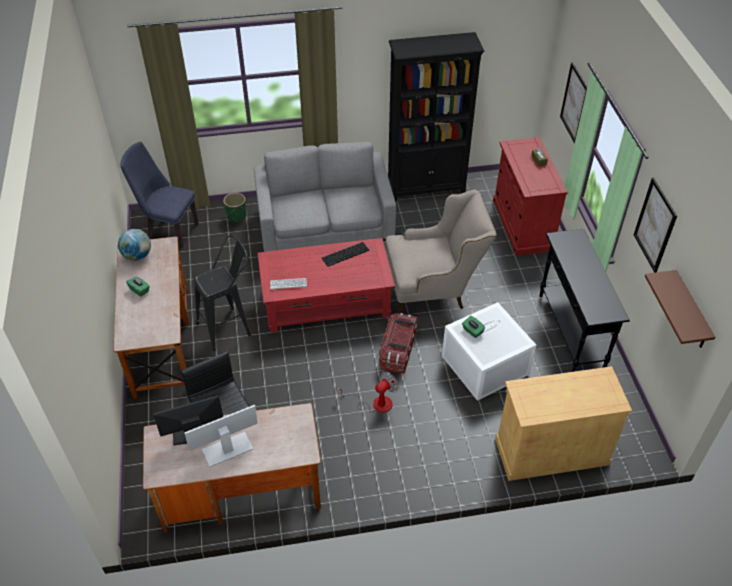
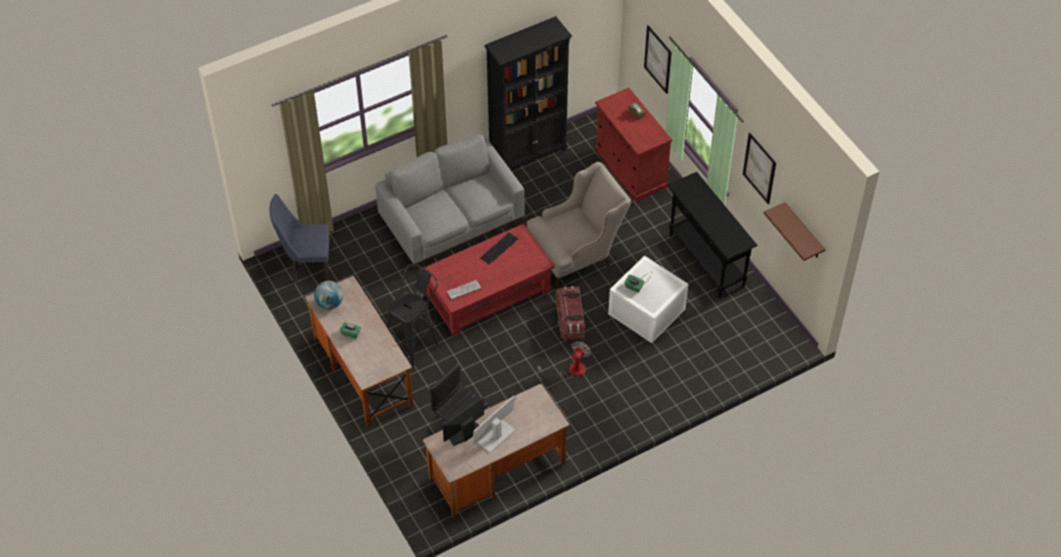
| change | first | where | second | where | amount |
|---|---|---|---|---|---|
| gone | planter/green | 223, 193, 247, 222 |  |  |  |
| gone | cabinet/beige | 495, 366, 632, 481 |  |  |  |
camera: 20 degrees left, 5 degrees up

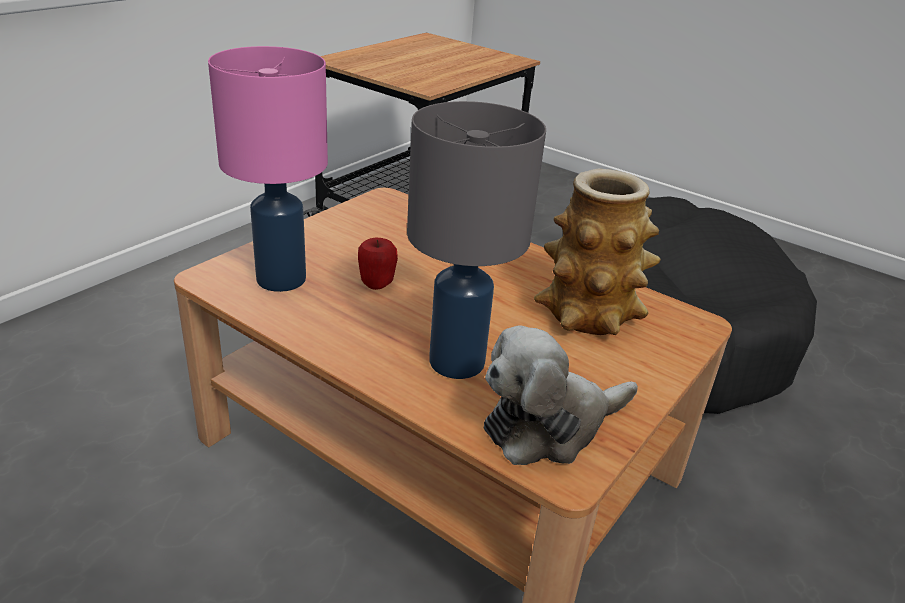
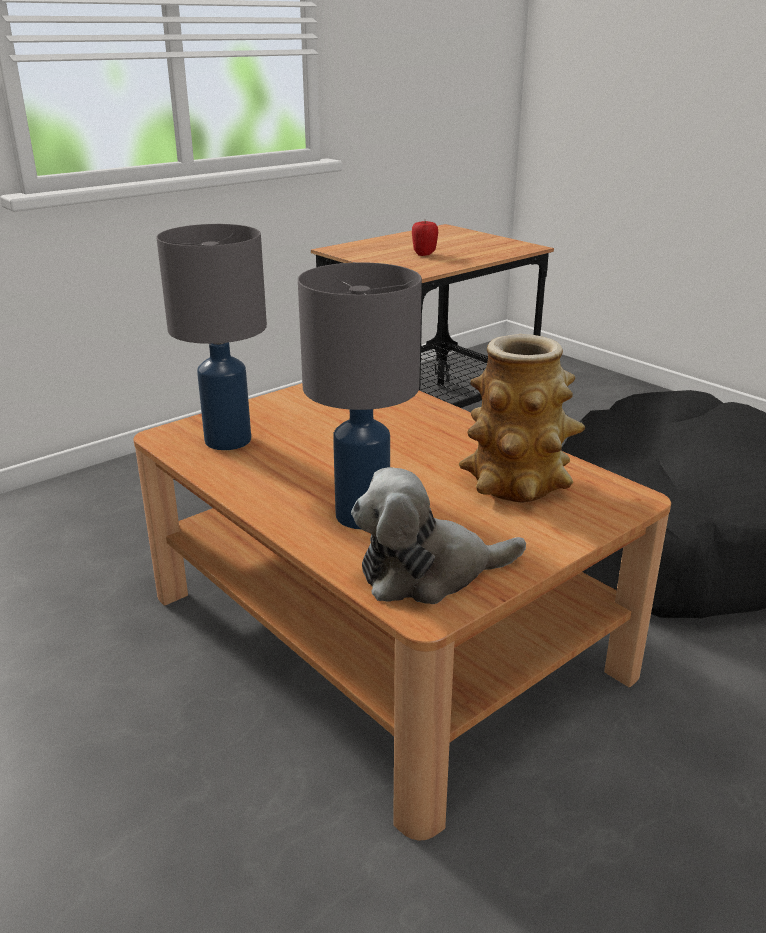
| change | first | where | second | where | amount |
|---|---|---|---|---|---|
| shifted | apple | 358, 238, 398, 290 |  | 412, 221, 438, 256 |  |
| repainted | table lamp/pink | 208, 46, 328, 292 | table lamp/grey | 157, 224, 267, 450 |  |
camera: 15 degrees right, 5 degrees down

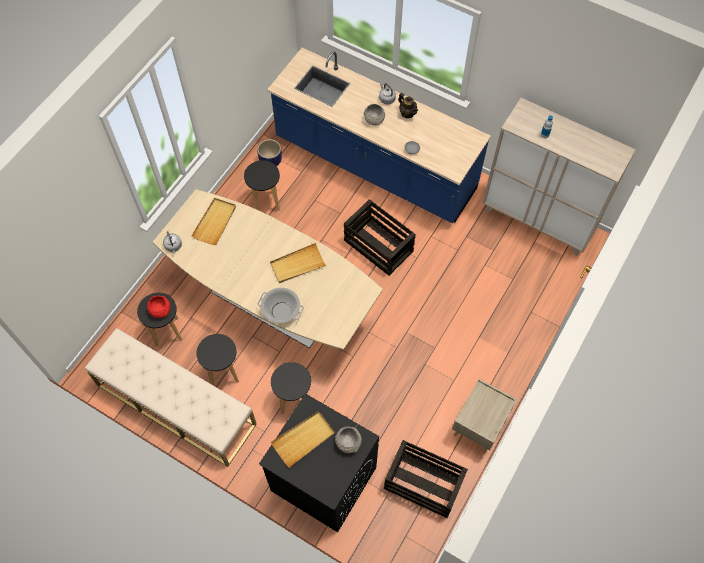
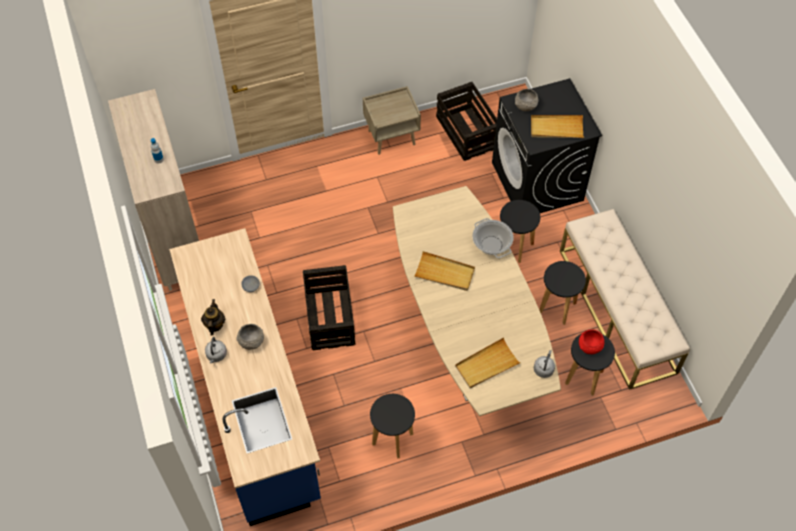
| change | first | where | second | where | amount |
|---|---|---|---|---|---|
| gone | planter | 257, 139, 282, 166 |  |  |  |
camera: 140 degrees left, 5 degrees down

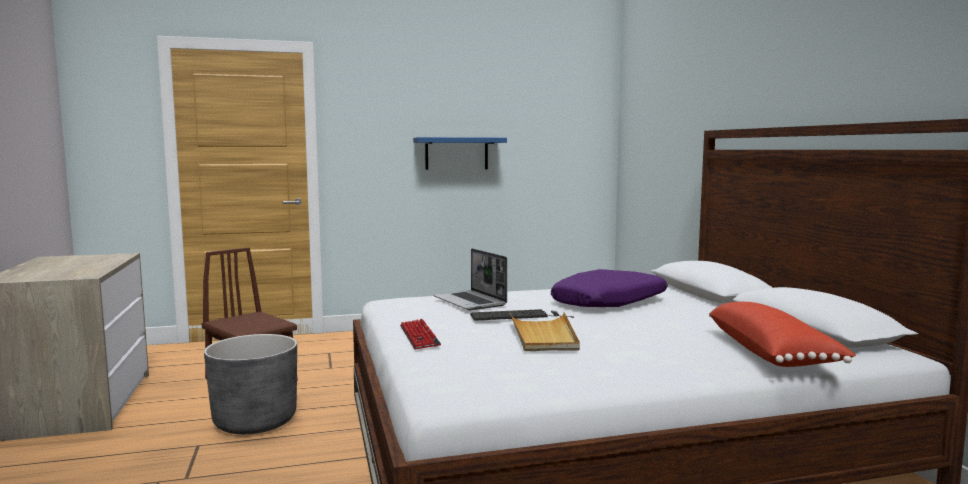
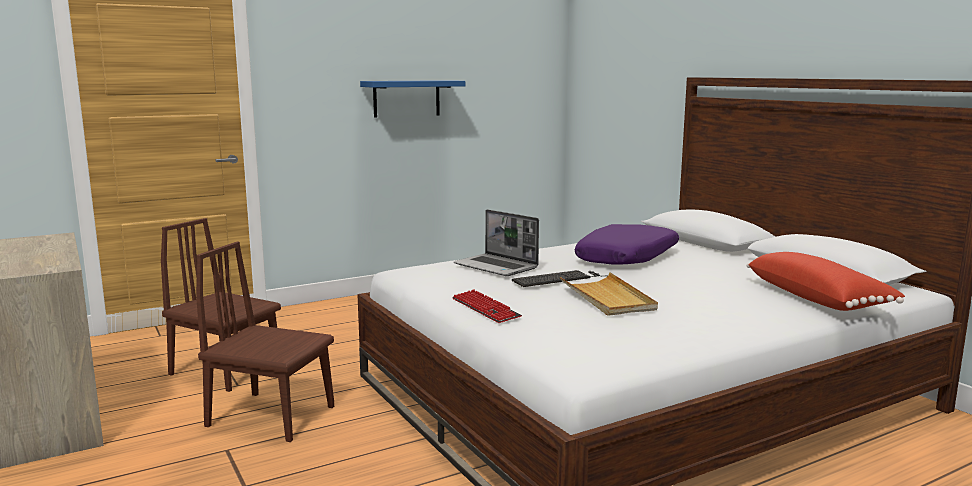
| change | first | where | second | where | amount |
|---|---|---|---|---|---|
| swapped | planter/grey | 204, 334, 297, 434 | chair/brown | 196, 242, 334, 442 |  |
camera: 15 degrees left, 5 degrees up

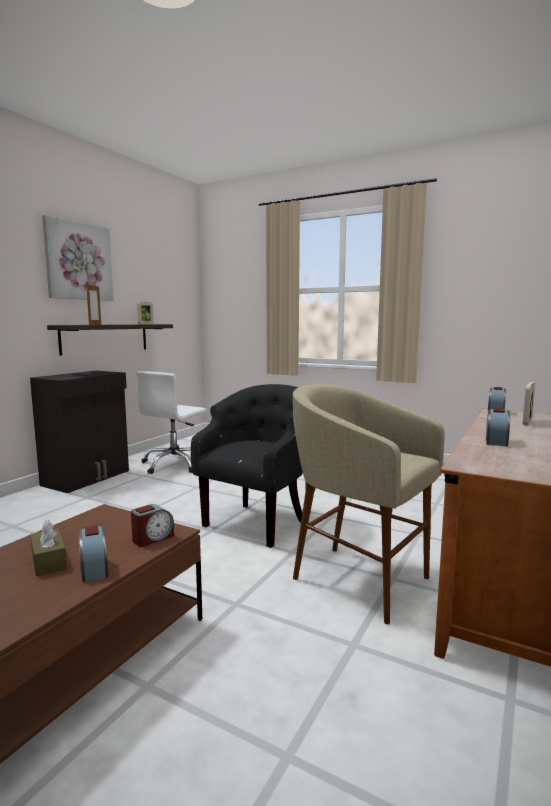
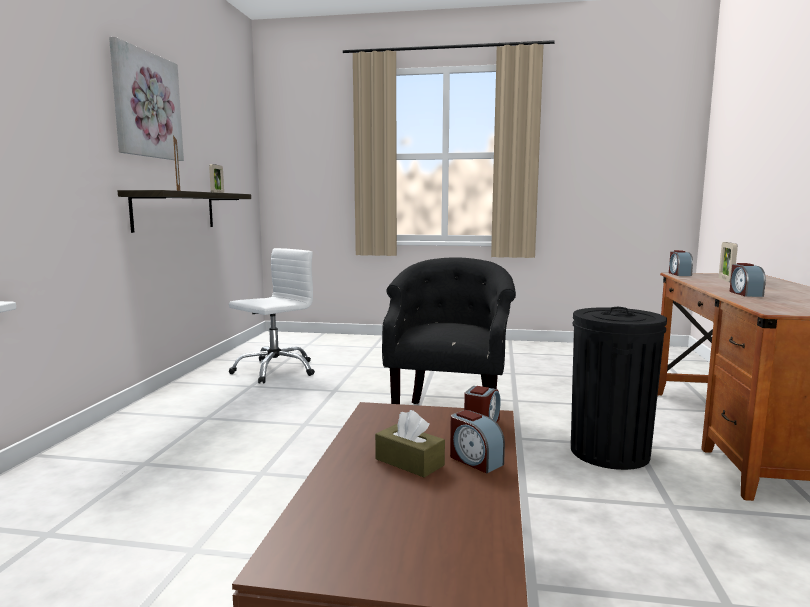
| change | first | where | second | where | amount |
|---|---|---|---|---|---|
| gone | cabinet/black | 30, 370, 129, 493 |  |  |  |
| swapped | stool/beige | 293, 384, 444, 624 | trash can/black | 571, 307, 667, 470 |  |
| rotated | office chair/white | 137, 371, 206, 474 |  | 229, 248, 315, 384 | 150 degrees counterclockwise |
camera: 20 degrees left, 0 degrees up

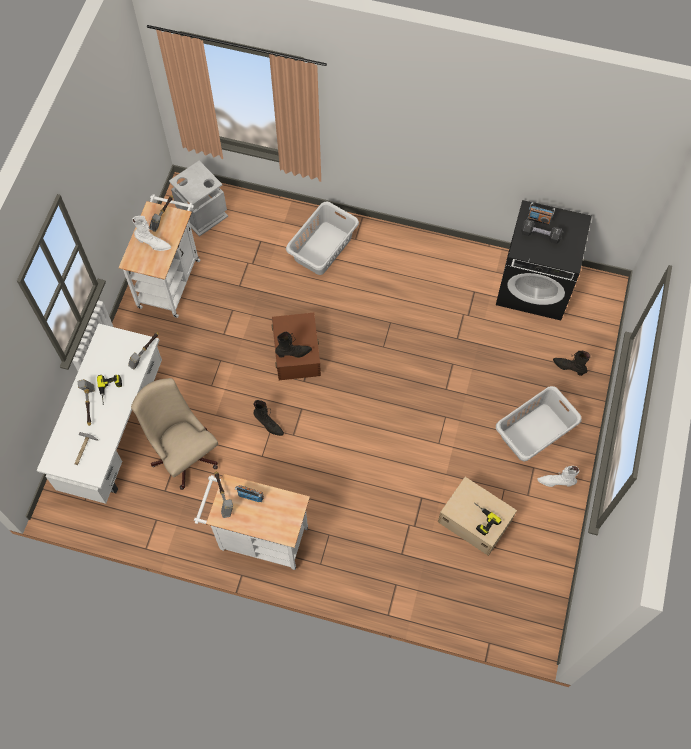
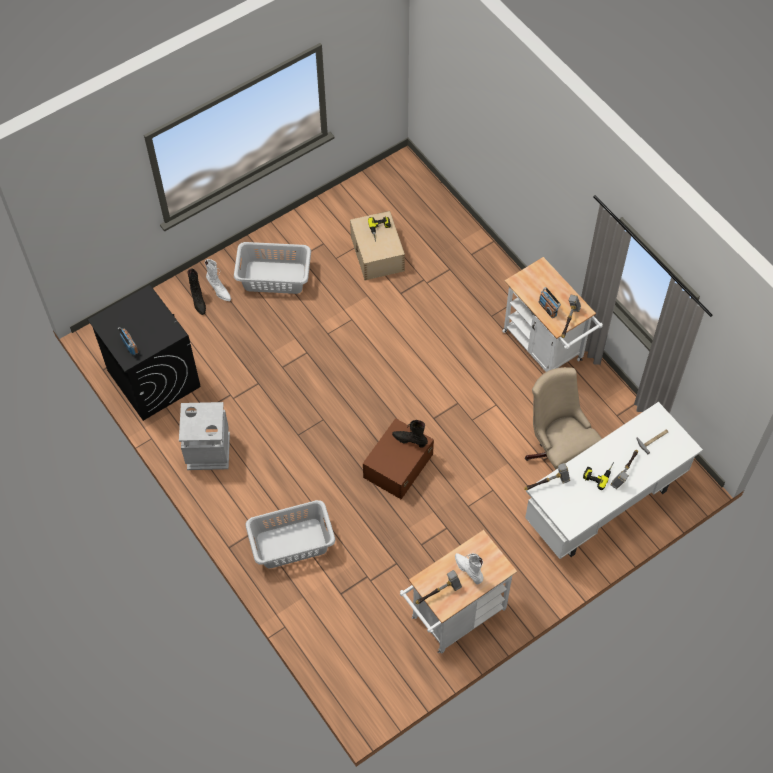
| change | first | where | second | where | amount |
|---|---|---|---|---|---|
| gone | boot/black | 253, 400, 284, 436 |  |  |  |
| gone | dumbbell/black | 521, 219, 563, 244 |  |  |  |
| shifted | trash can/grey | 169, 161, 228, 237 |  | 179, 402, 230, 470 |  |
| shifted | boot/white | 538, 466, 579, 487 |  | 205, 259, 231, 301 |  |
| rotated | office chair/beige | 131, 378, 218, 490 |  | 525, 367, 602, 469 | 150 degrees clockwise |
camera: 140 degrees left, 5 degrees down

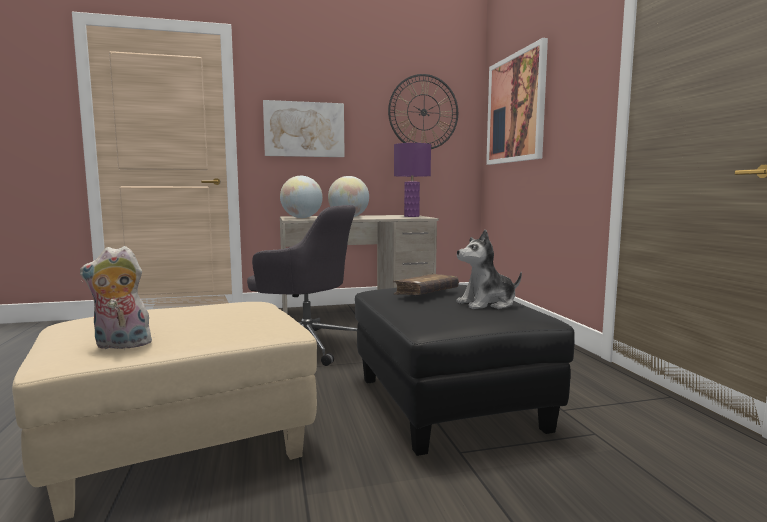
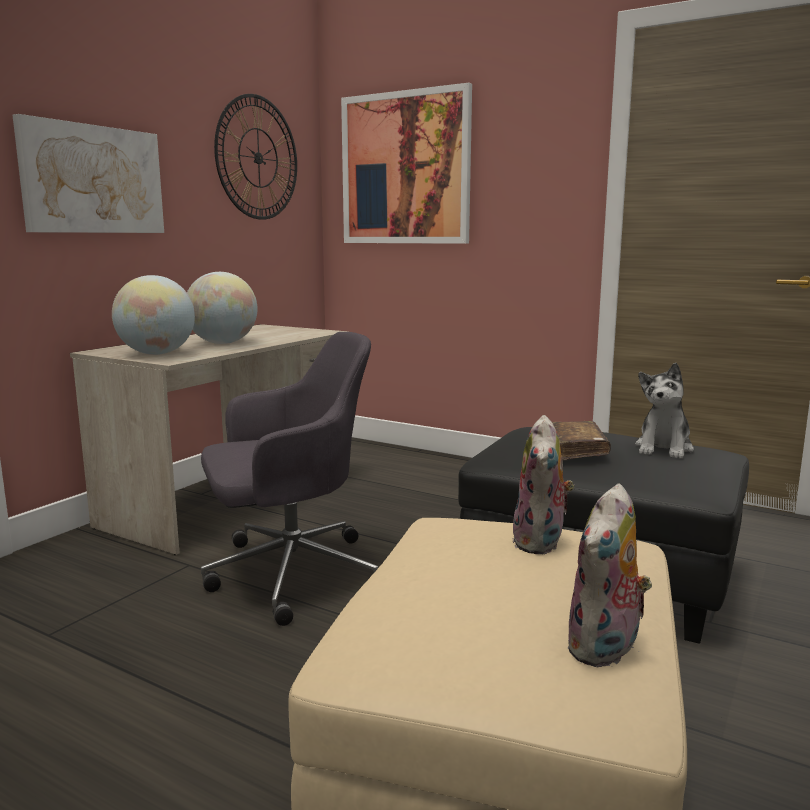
| change | first | where | second | where | amount |
|---|---|---|---|---|---|
| gone | table lamp/purple | 394, 143, 431, 217 |  |  |  |
| new |  |  | plush toy | 512, 415, 574, 555 |  |
camera: 45 degrees left, 5 degrees up

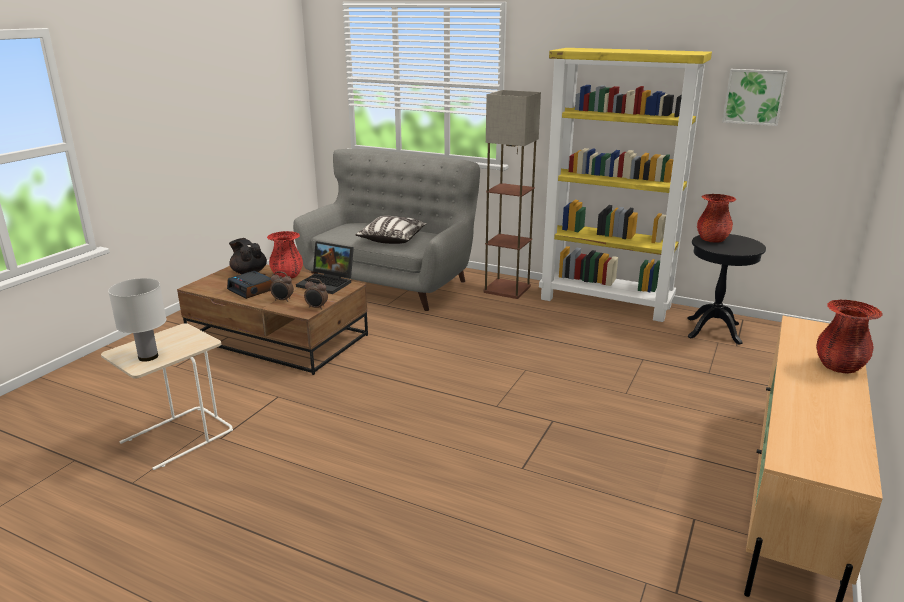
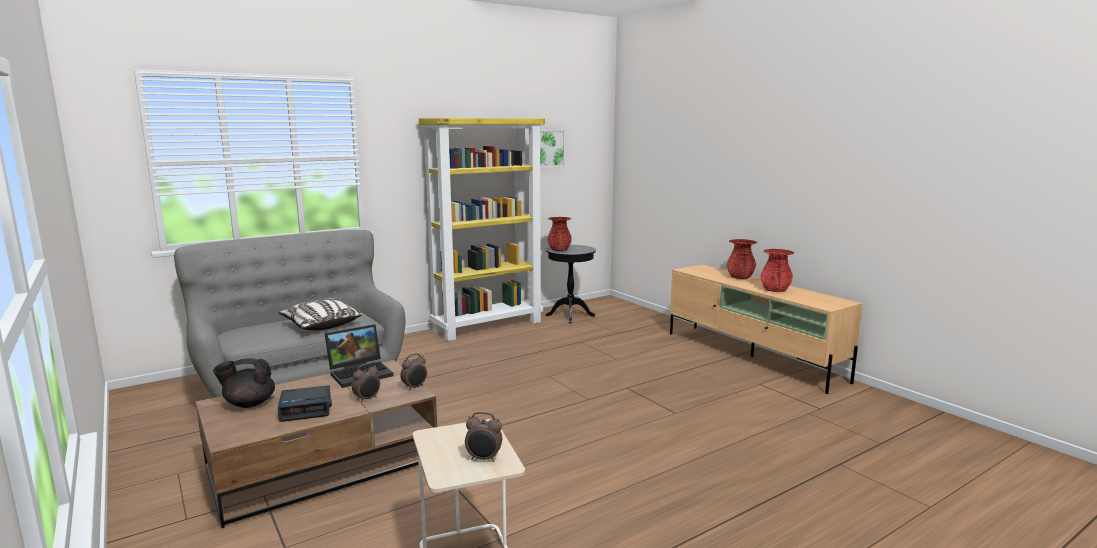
| change | first | where | second | where | amount |
|---|---|---|---|---|---|
| gone | floor lamp | 483, 90, 541, 299 |  |  |  |
| shifted | vase/red | 267, 231, 303, 279 |  | 761, 249, 794, 292 |  |
| swapped | table lamp/white | 108, 278, 167, 361 | alarm clock | 465, 412, 502, 462 |  |
camera: 60 degrees left, 10 degrees down

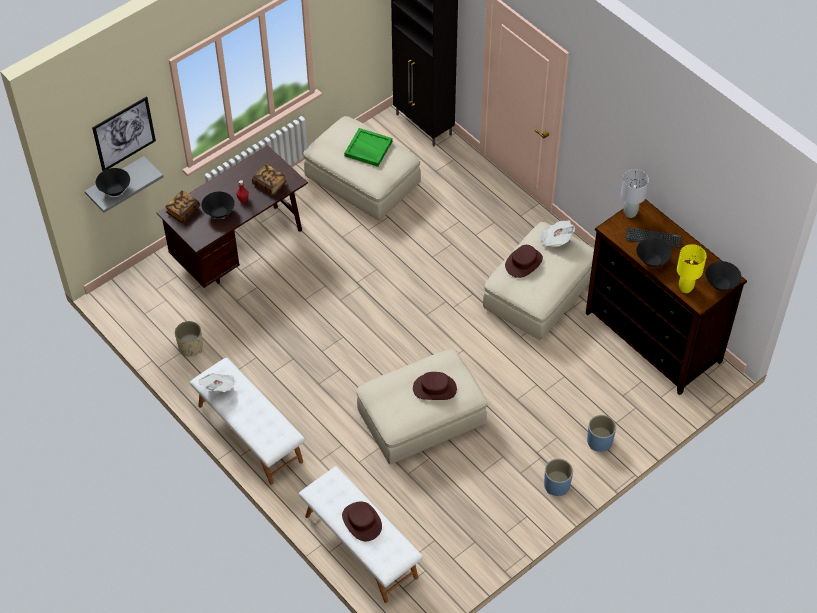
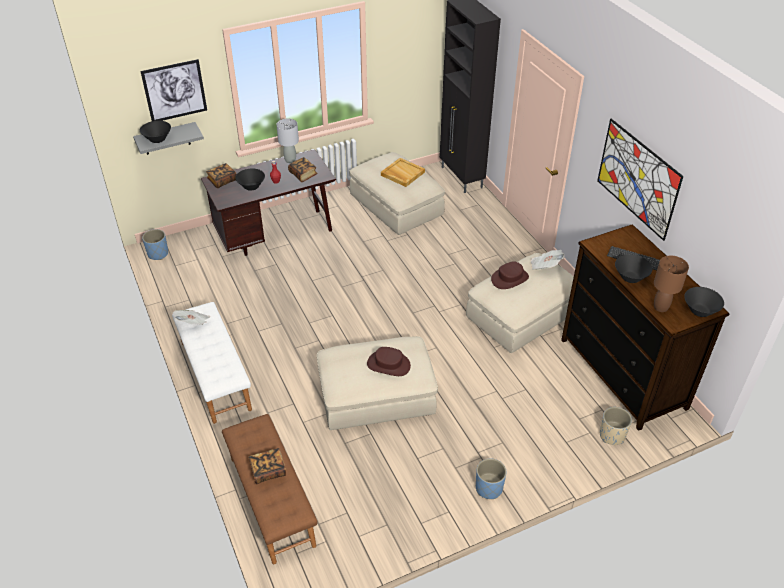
| change | first | where | second | where | amount |
|---|---|---|---|---|---|
| new |  |  | picture | 597, 119, 683, 241 |  |
| shifted | planter/beige | 175, 321, 203, 357 |  | 600, 407, 632, 445 |  |
| shifted | planter/blue | 587, 415, 616, 452 |  | 142, 229, 168, 260 |  |
| shifted | table lamp/grey | 621, 169, 649, 218 |  | 276, 118, 299, 163 |  |
| swapped | hat/brown | 342, 501, 382, 541 | book | 249, 448, 286, 484 |  |
| repainted | bench/white | 299, 466, 422, 603 | bench/brown | 222, 414, 318, 564 |  |
| repainted | tray/green | 344, 128, 393, 167 | tray/beige | 381, 158, 425, 187 |  |
| repainted | table lamp/yellow | 677, 244, 707, 293 | table lamp/brown | 654, 256, 689, 312 |  |
camera: 15 degrees right, 10 degrees down

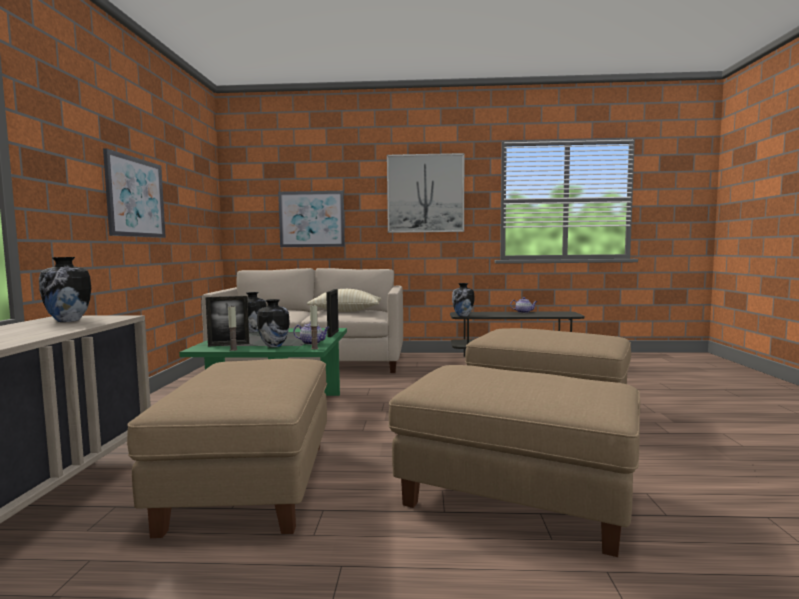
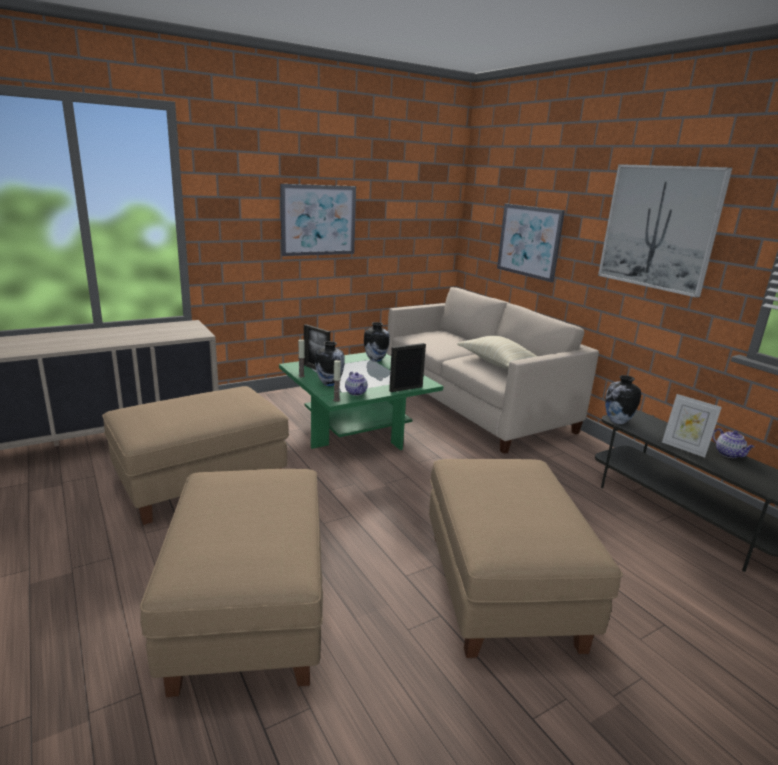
| change | first | where | second | where | amount |
|---|---|---|---|---|---|
| gone | vase | 39, 257, 91, 322 |  |  |  |
| new |  |  | picture frame | 662, 394, 722, 458 |  |
camera: 55 degrees right, 15 degrees up

